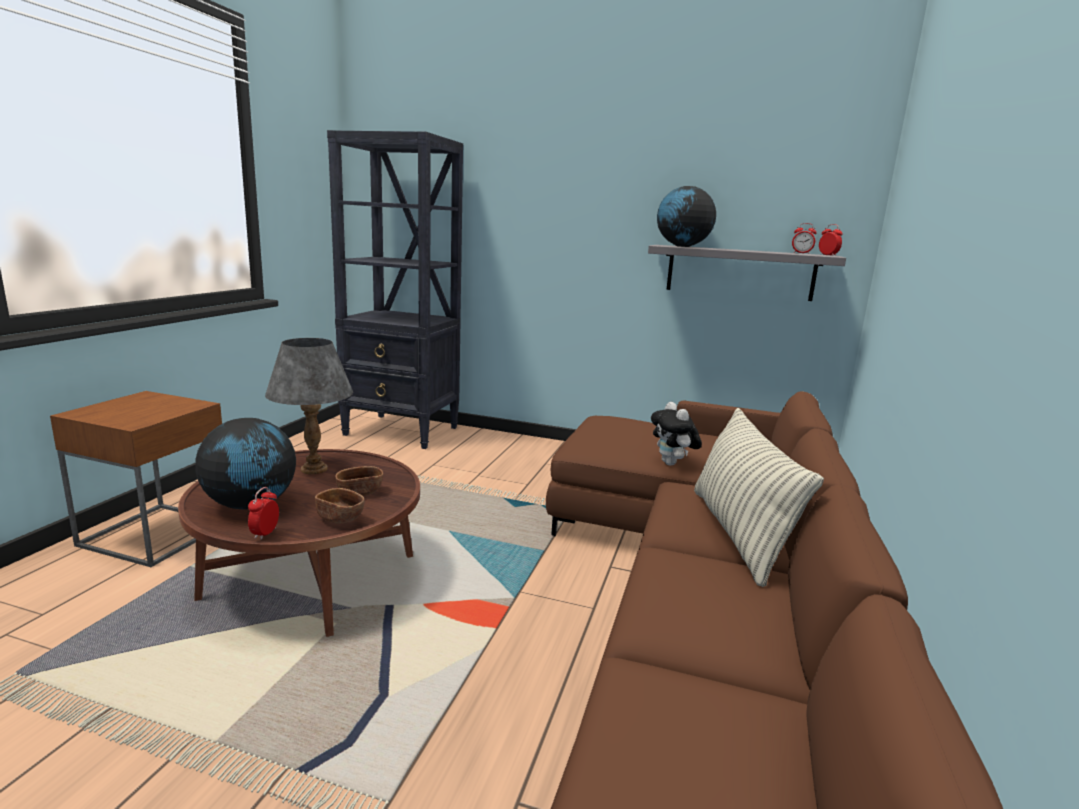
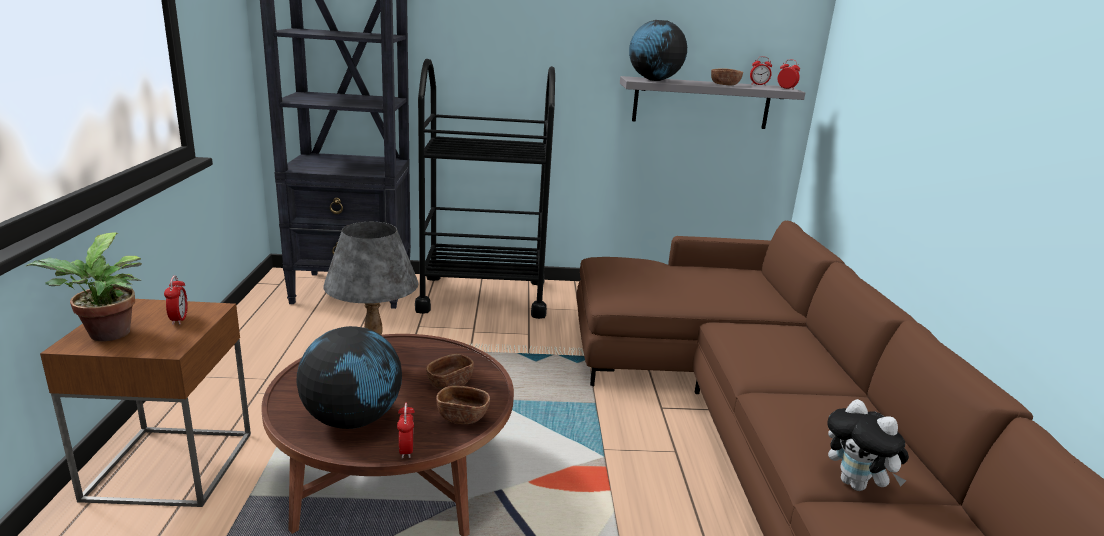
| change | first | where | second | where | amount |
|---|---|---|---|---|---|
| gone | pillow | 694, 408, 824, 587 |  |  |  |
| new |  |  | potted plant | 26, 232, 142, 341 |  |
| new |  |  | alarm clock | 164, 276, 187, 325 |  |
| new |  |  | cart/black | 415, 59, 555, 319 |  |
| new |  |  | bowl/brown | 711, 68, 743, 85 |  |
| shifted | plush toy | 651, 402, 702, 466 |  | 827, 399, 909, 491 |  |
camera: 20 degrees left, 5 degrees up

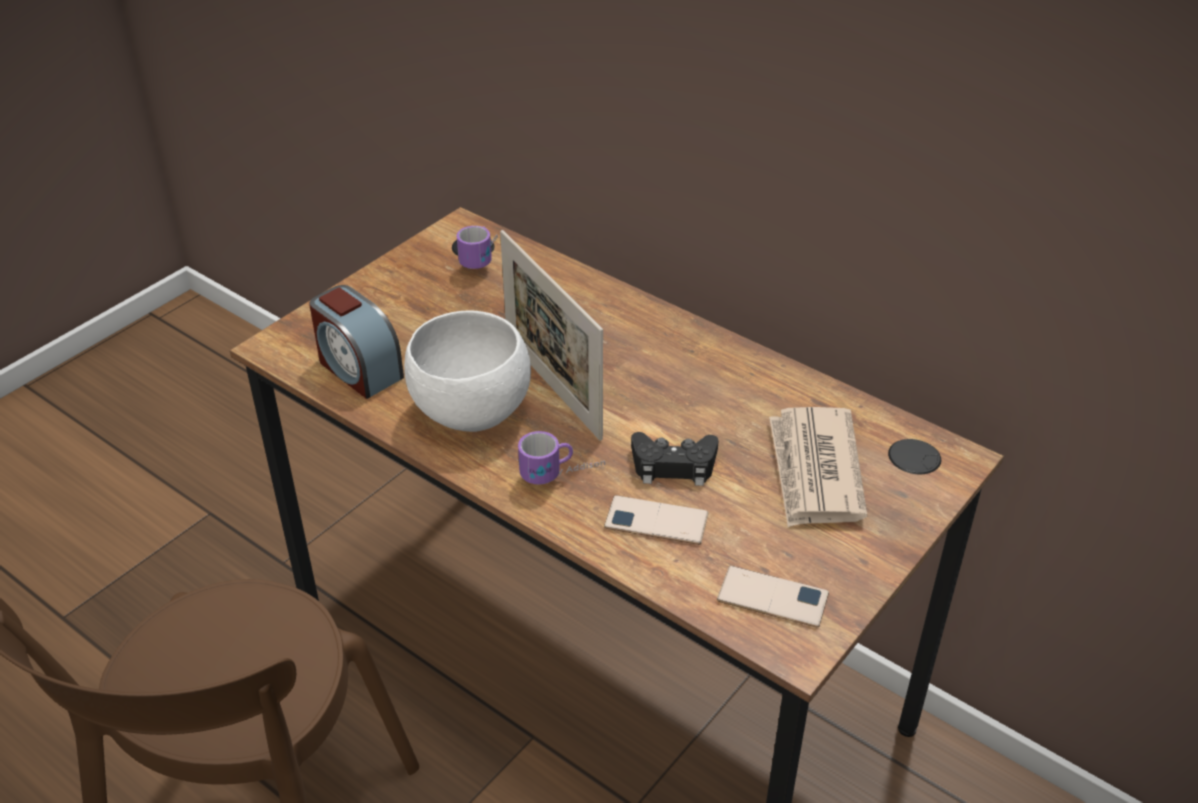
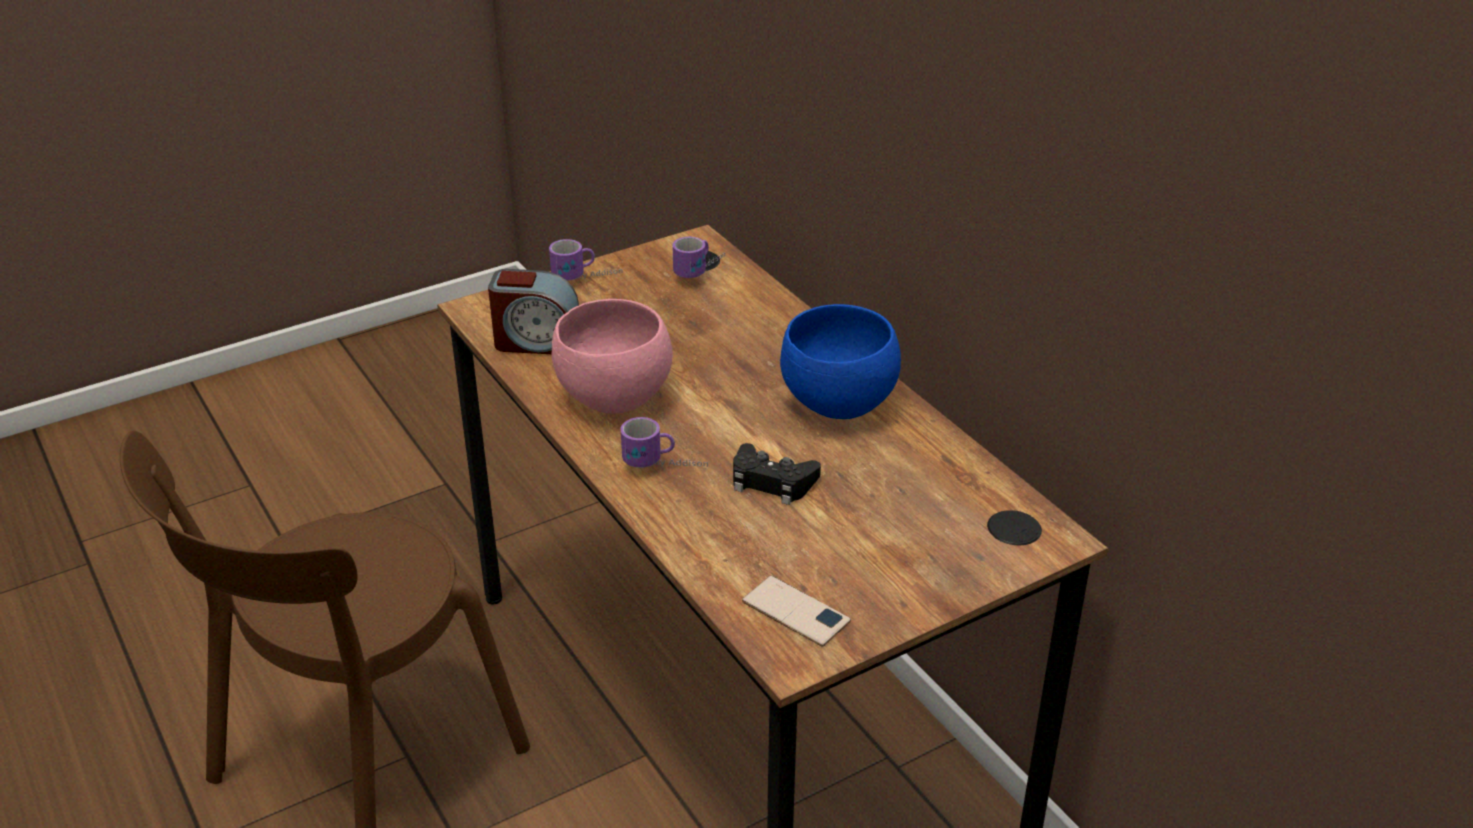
| change | first | where | second | where | amount |
|---|---|---|---|---|---|
| gone | picture frame | 500, 230, 603, 441 |  |  |  |
| gone | phone | 604, 495, 709, 545 |  |  |  |
| gone | newspaper | 769, 407, 867, 527 |  |  |  |
| new |  |  | mug | 549, 239, 623, 281 |  |
| new |  |  | bowl/blue | 780, 304, 901, 419 |  |
| repainted | bowl/white | 404, 310, 531, 432 | bowl/pink | 552, 299, 673, 414 |  |
| rotated | alarm clock | 309, 285, 404, 399 |  | 488, 269, 579, 354 | 60 degrees counterclockwise |
camera: 20 degrees right, 5 degrees down

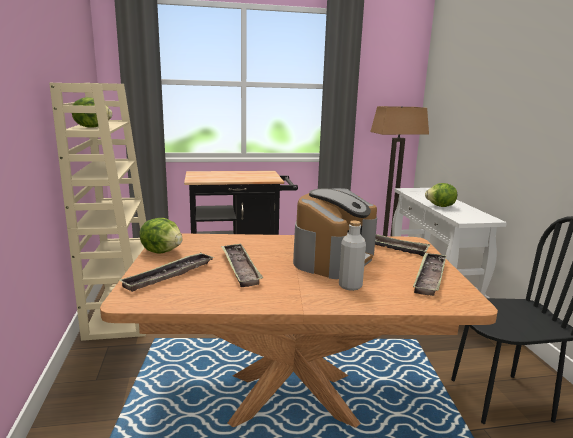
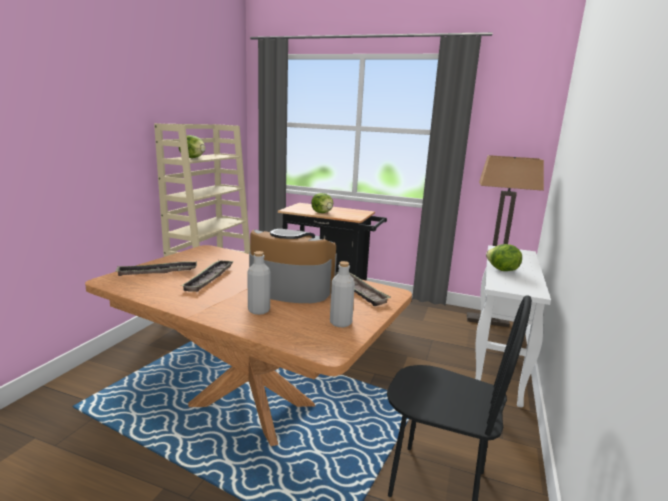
| change | first | where | second | where | amount |
|---|---|---|---|---|---|
| shifted | lettuce | 139, 218, 183, 253 |  | 311, 193, 333, 213 |  |
| swapped | tray | 413, 252, 447, 296 | bottle/grey | 330, 261, 355, 327 |  |
| rotated | coffee machine | 293, 188, 377, 279 |  | 249, 229, 337, 303 | 135 degrees counterclockwise |
camera: 30 degrees right, 0 degrees up

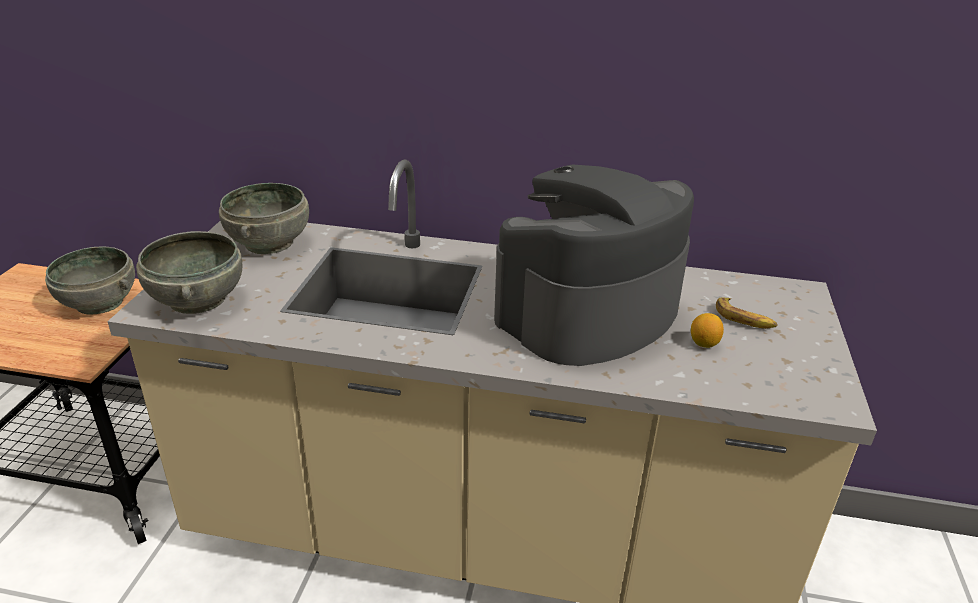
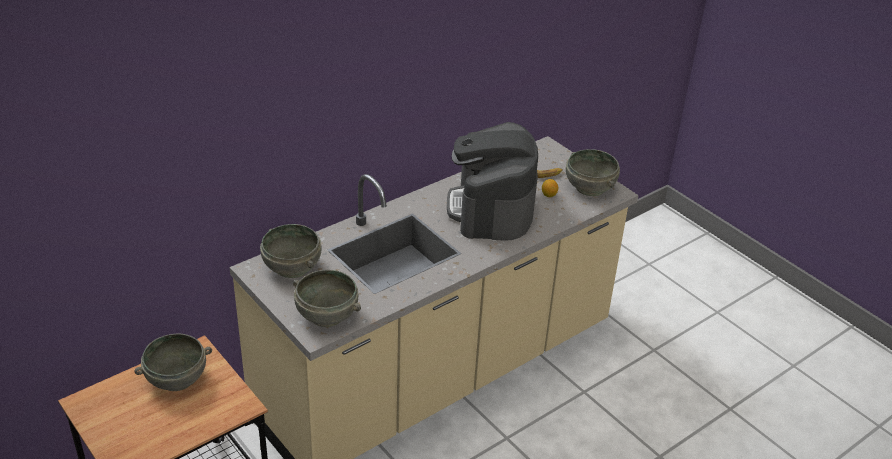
| change | first | where | second | where | amount |
|---|---|---|---|---|---|
| new |  |  | bowl/grey | 566, 149, 620, 196 |  |
camera: 50 degrees left, 5 degrees up

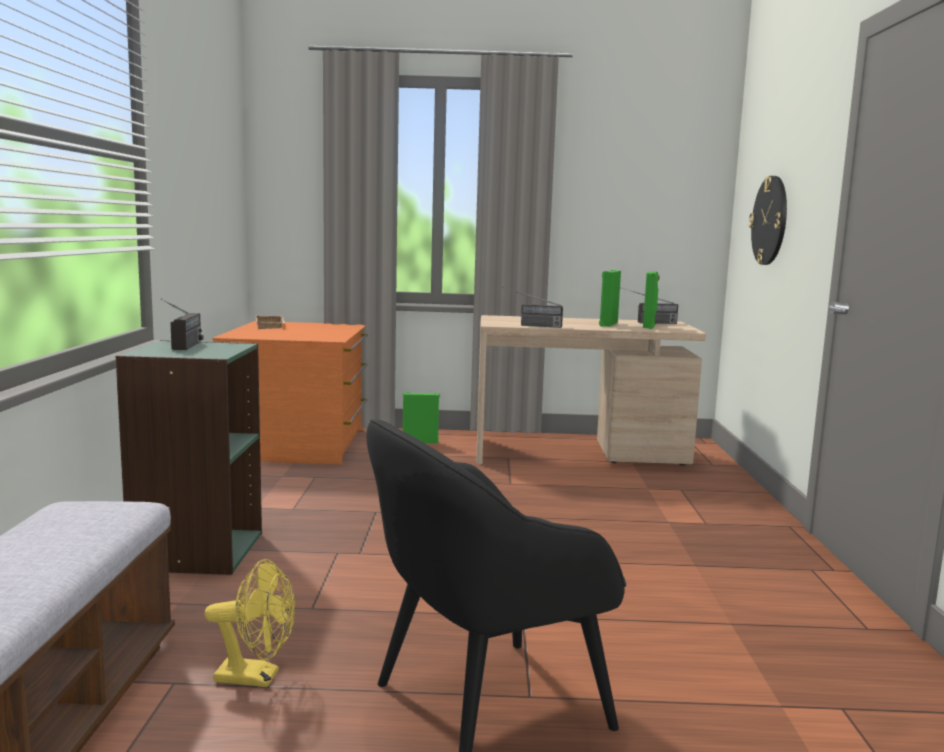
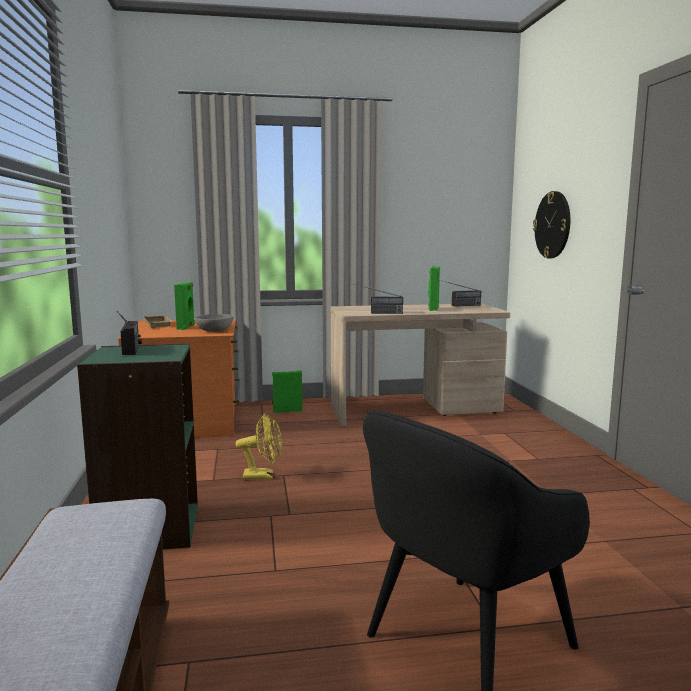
| change | first | where | second | where | amount |
|---|---|---|---|---|---|
| new |  |  | bowl/grey | 195, 314, 234, 332 |  |
| shifted | fan/yellow | 205, 559, 295, 687 |  | 236, 414, 282, 479 |  |
| shifted | speaker/green | 643, 271, 659, 329 |  | 174, 282, 195, 330 |  |
camera: 10 degrees left, 0 degrees up

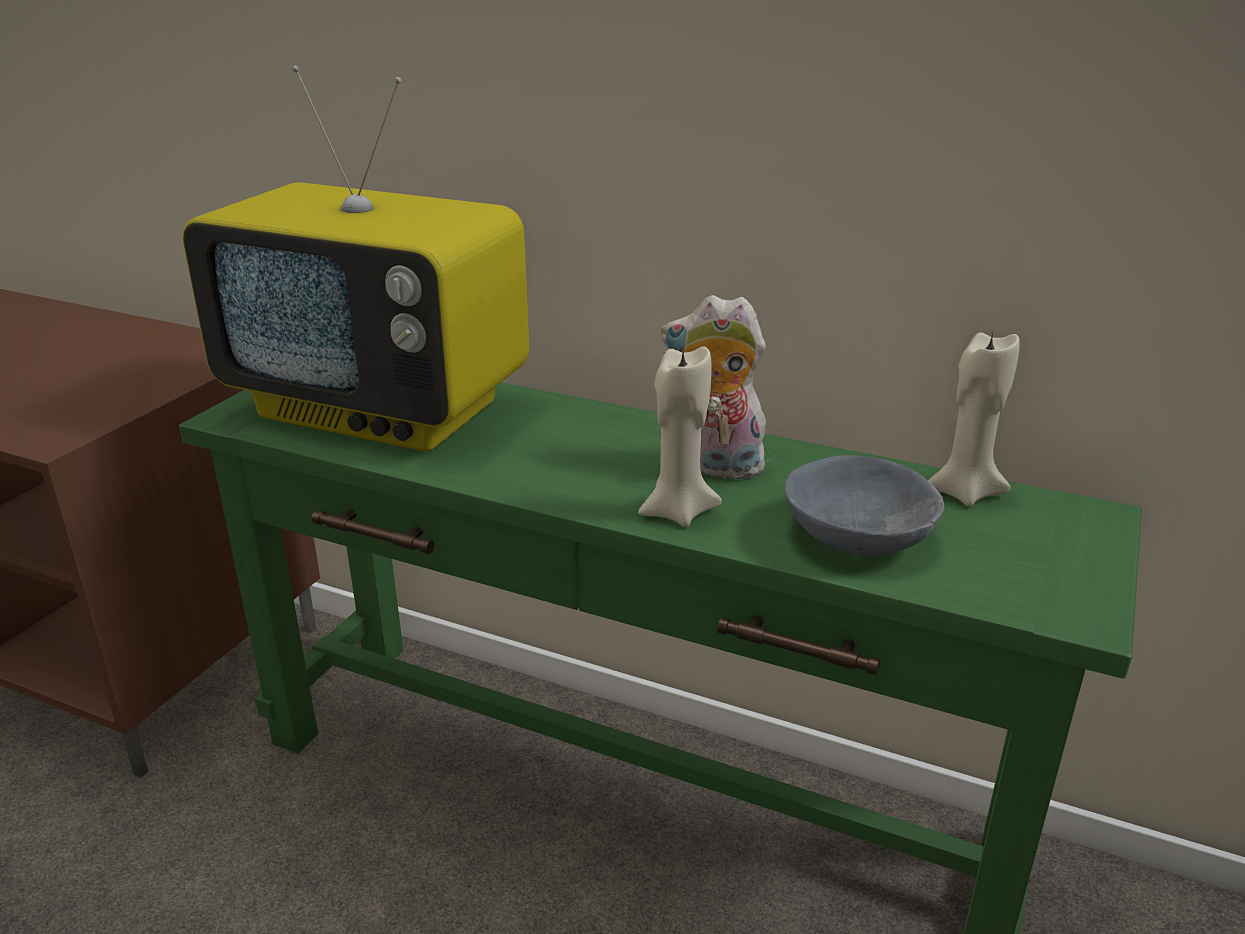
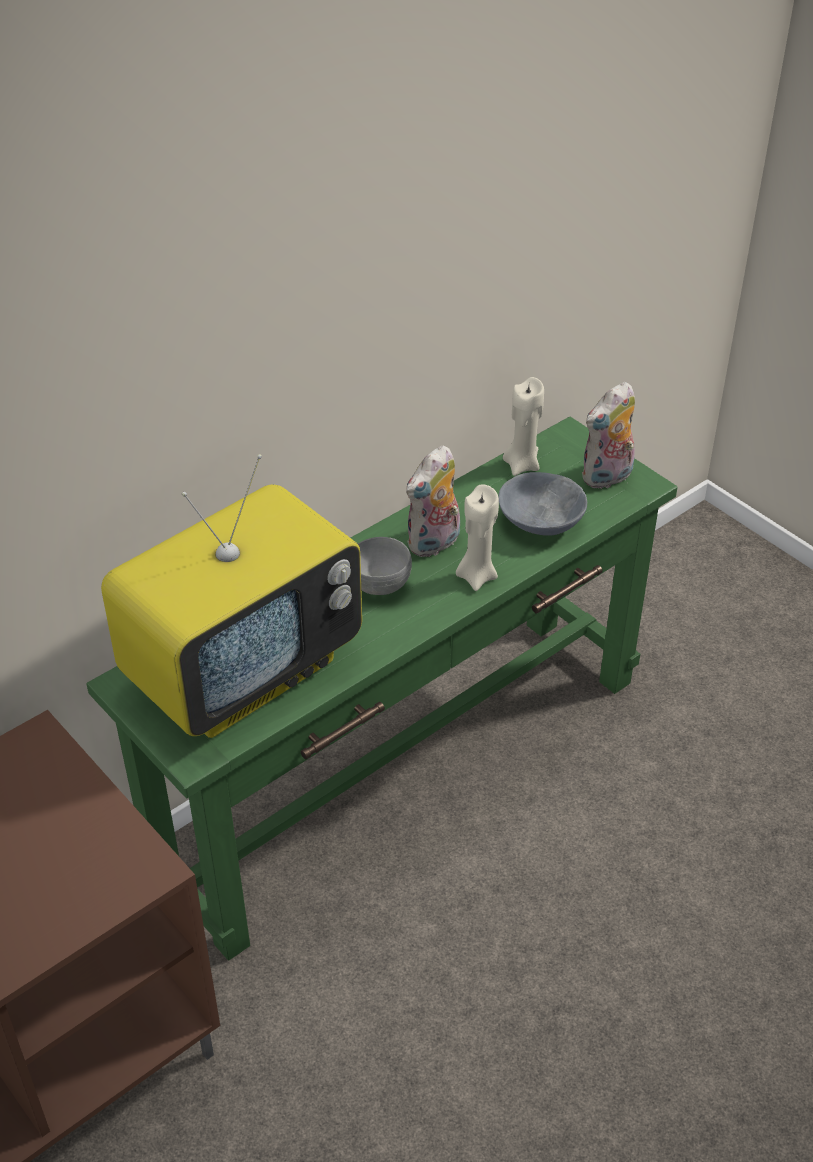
| change | first | where | second | where | amount |
|---|---|---|---|---|---|
| new |  |  | bowl/grey | 358, 537, 412, 595 |  |
| new |  |  | plush toy | 582, 382, 635, 489 |  |
camera: 65 degrees left, 15 degrees up

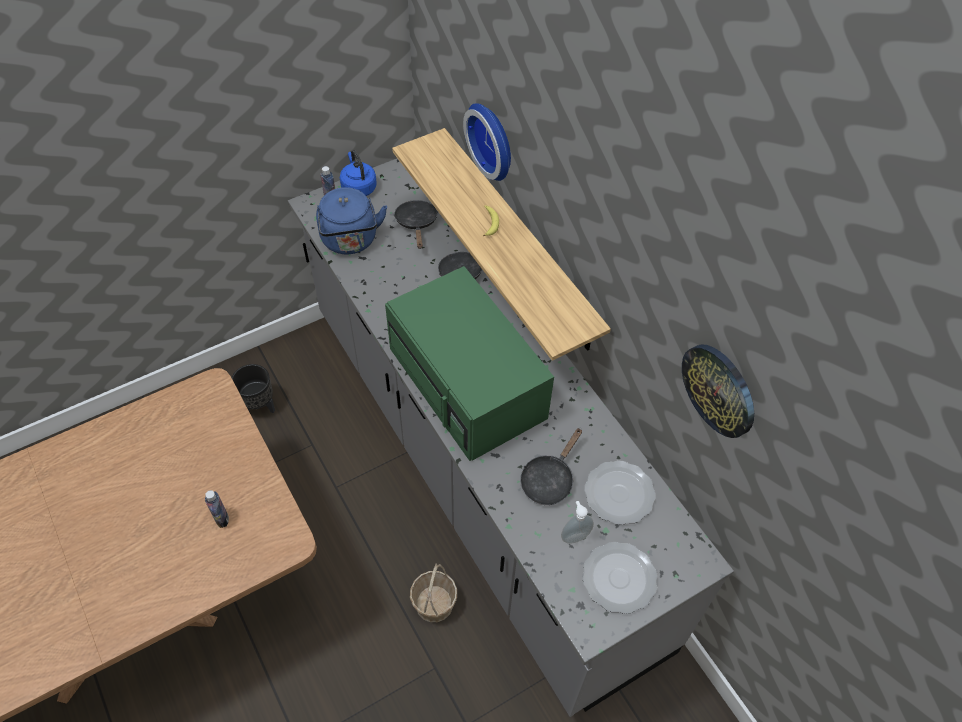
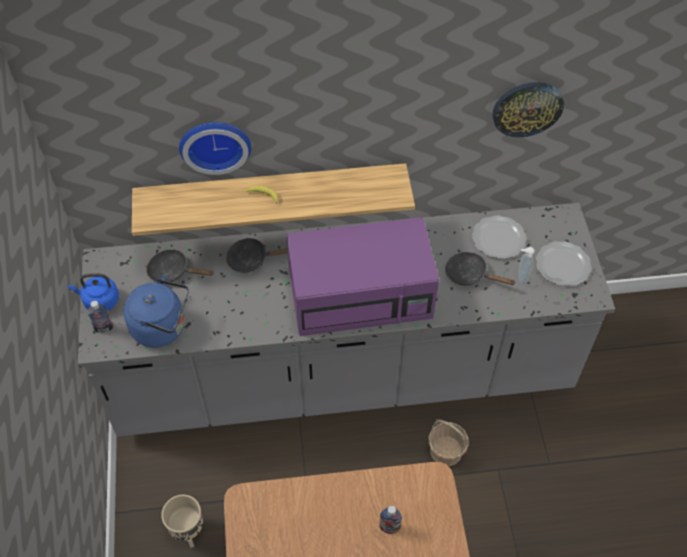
| change | first | where | second | where | amount |
|---|---|---|---|---|---|
| repainted | planter/black | 232, 364, 275, 413 | planter/beige | 161, 495, 203, 548 |  |
| repainted | microwave/green | 385, 266, 554, 461 | microwave/purple | 286, 217, 439, 336 |  |
| rotated | frying pan/black | 520, 428, 582, 505 |  | 445, 252, 516, 285 | 150 degrees clockwise |
camera: 65 degrees left, 0 degrees up

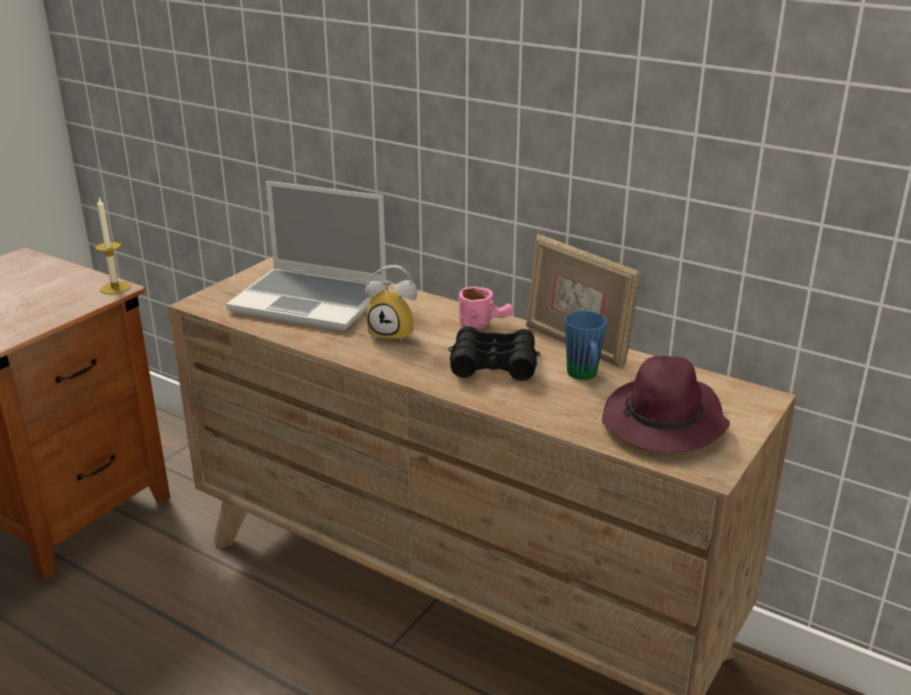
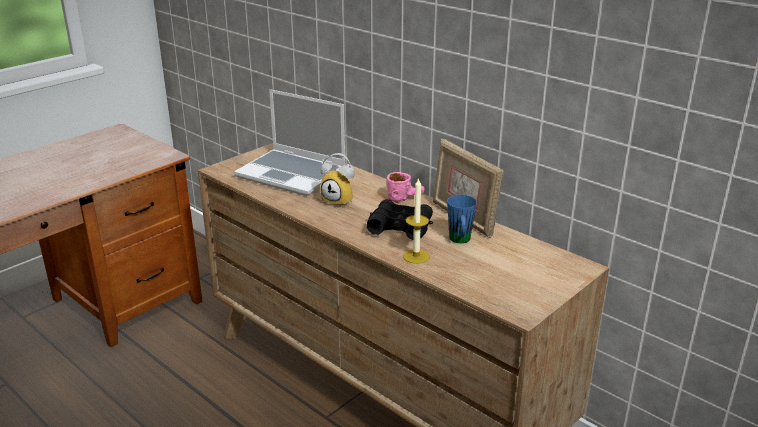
| change | first | where | second | where | amount |
|---|---|---|---|---|---|
| gone | hat/purple | 602, 356, 730, 453 |  |  |  |
| shifted | candle | 95, 197, 131, 294 |  | 403, 177, 430, 264 |  |
camera: 10 degrees right, 0 degrees up

